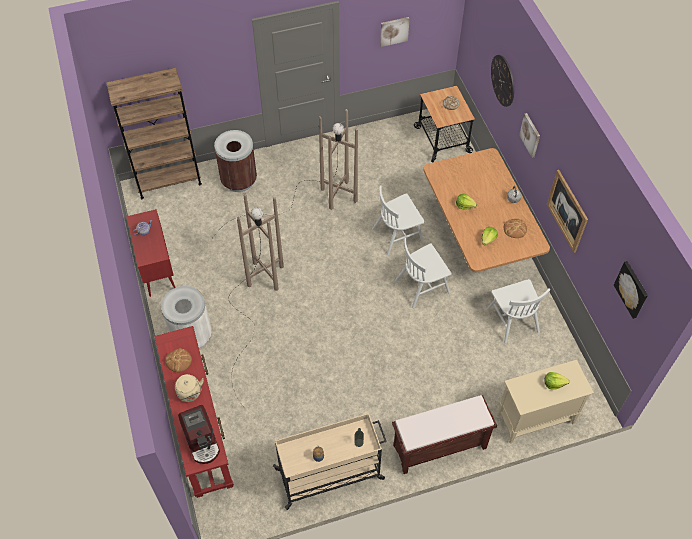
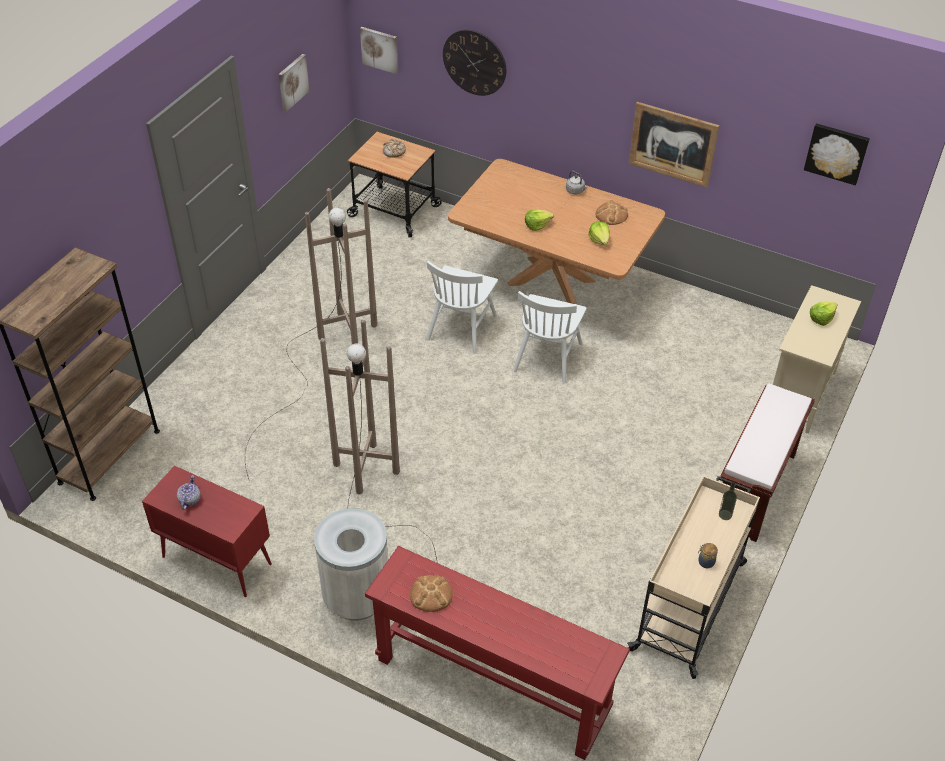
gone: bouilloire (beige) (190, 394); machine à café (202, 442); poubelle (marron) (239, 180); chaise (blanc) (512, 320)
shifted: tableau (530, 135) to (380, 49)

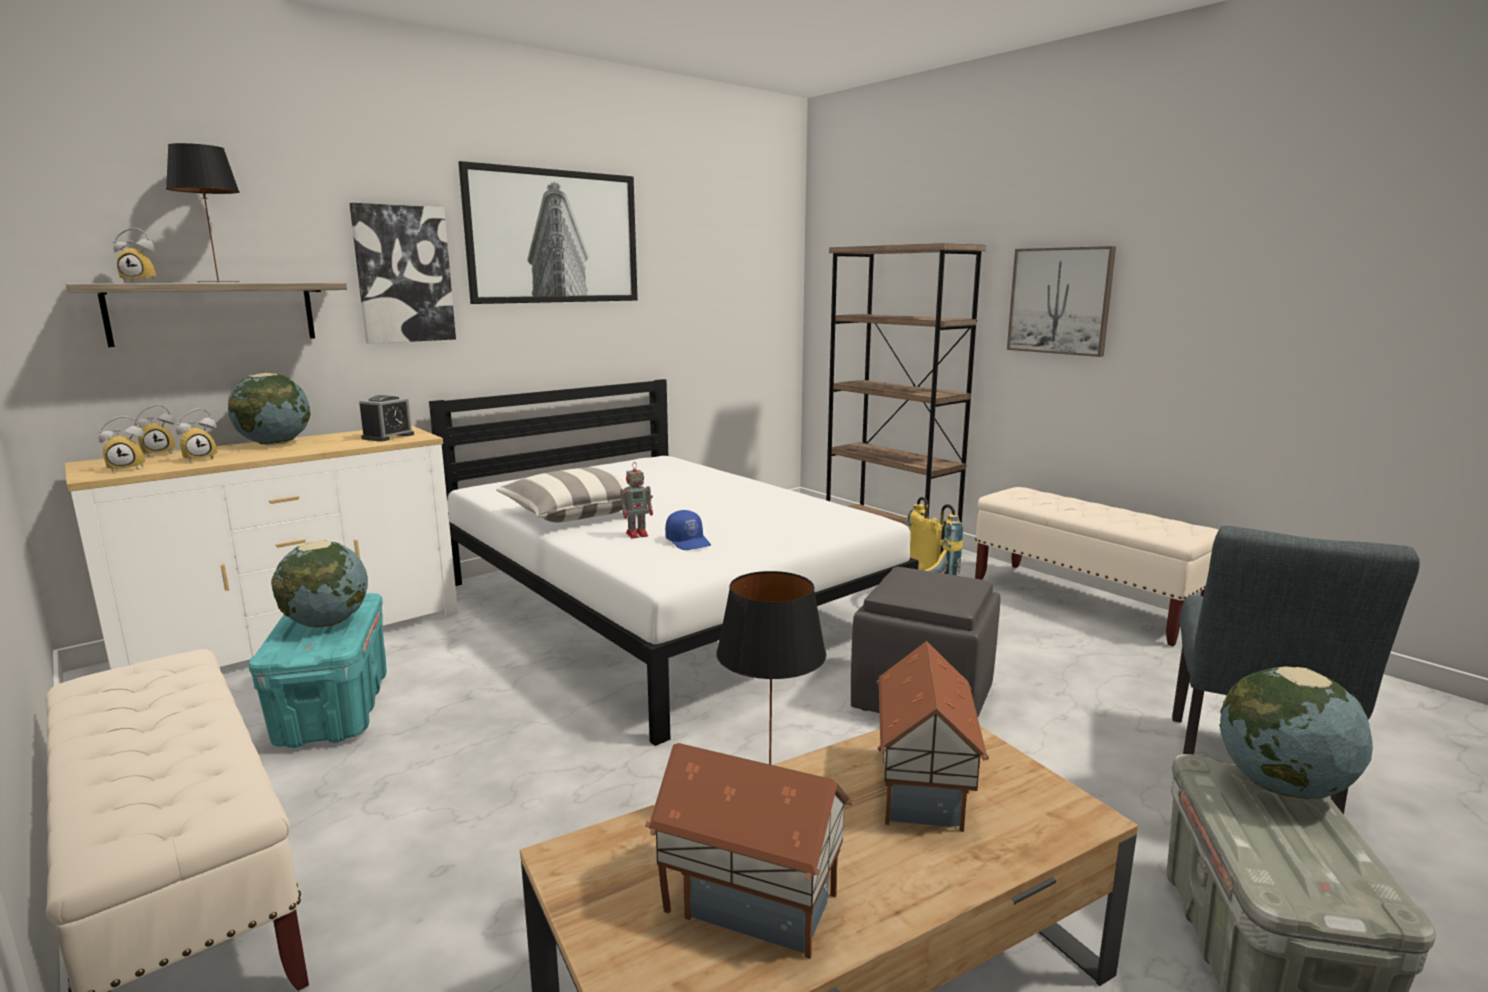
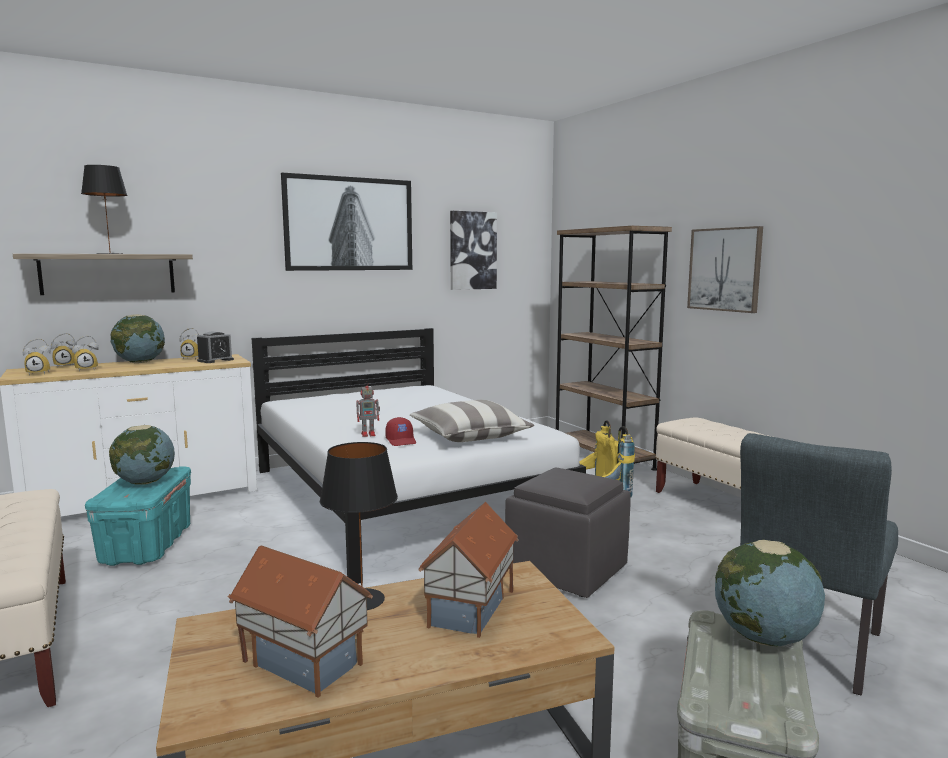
shifted: réveil (142, 282) to (192, 358); tableau (404, 274) to (472, 250); coussin (574, 514) to (469, 437)
repainted: casquette (bleu) (689, 542) to casquette (rouge) (401, 441)

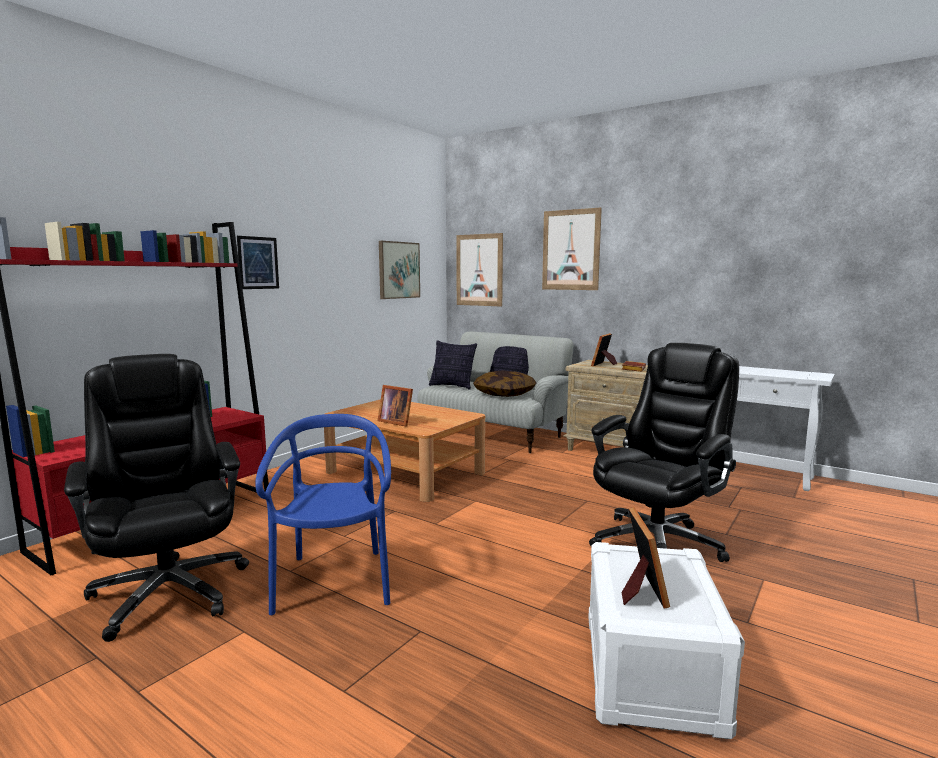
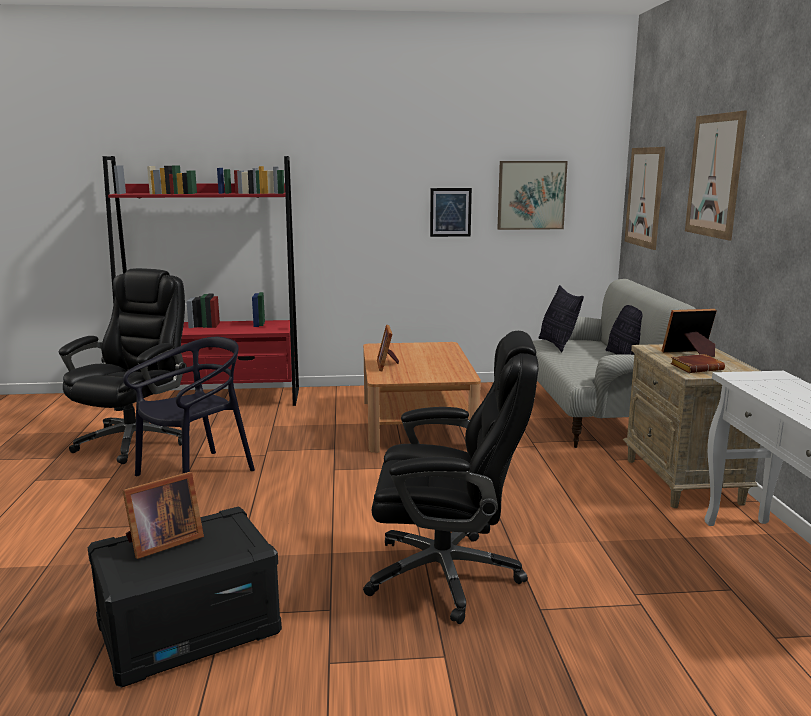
gone: coussin (504, 394)
shifted: tableau (258, 263) to (450, 212)
repainted: chaise (bleu) (334, 582) to chaise (noir) (196, 475); boîte de rangement (blanc) (649, 671) to boîte de rangement (noir) (189, 628)

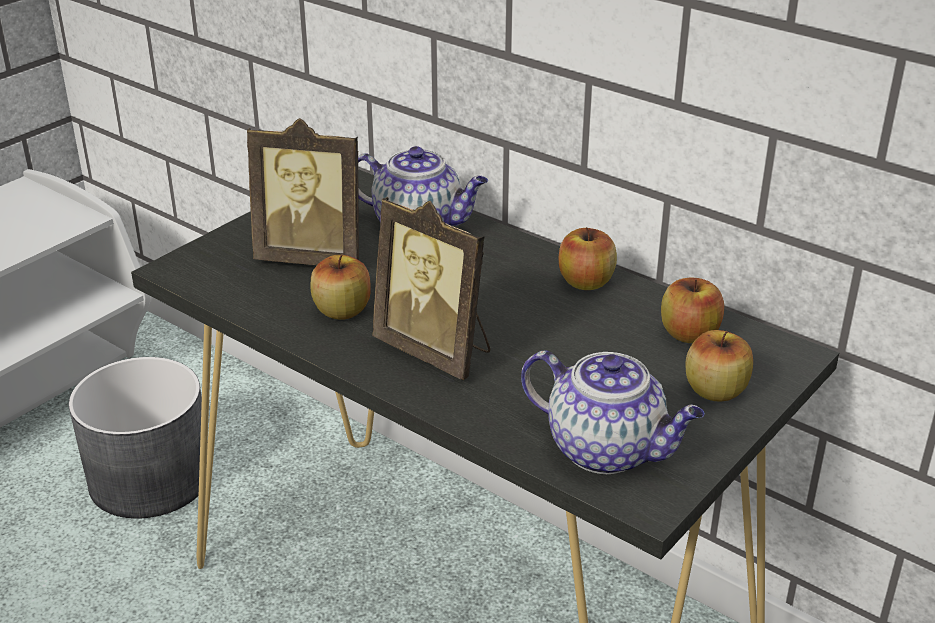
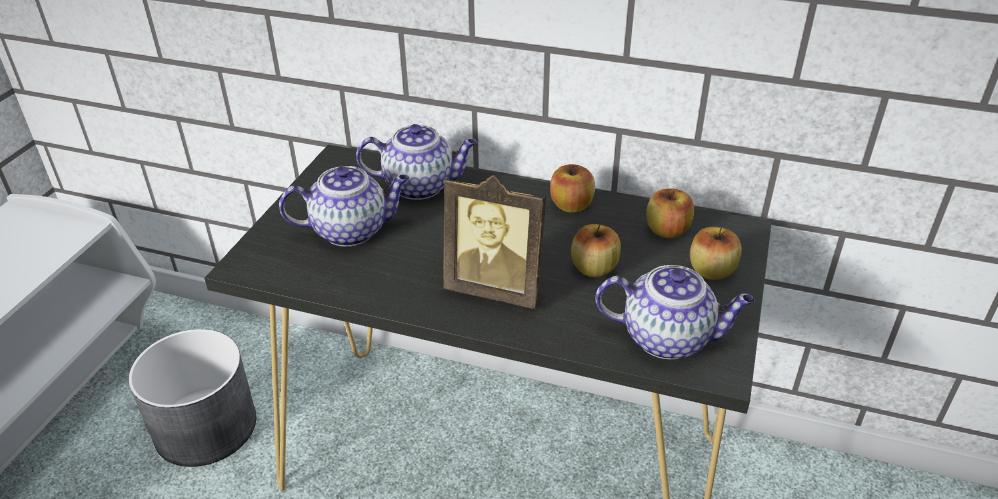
shifted: pomme (342, 310) to (594, 268)
swapped: cadre photo (313, 257) to théière (352, 230)

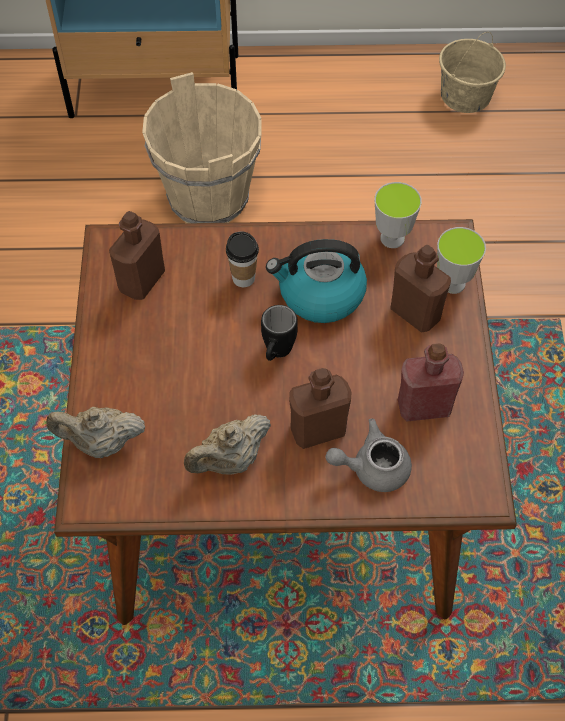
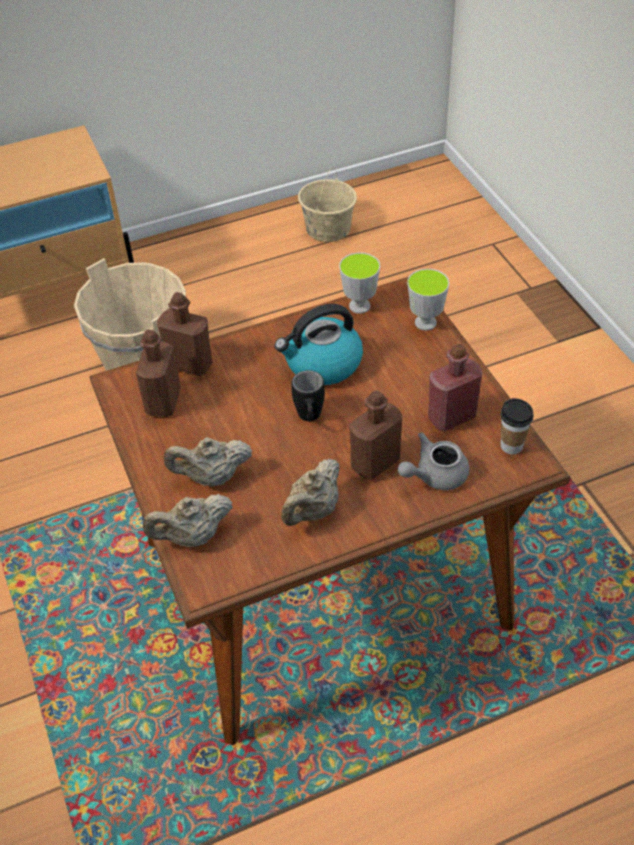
new: théière (beige) (211, 477)
shifted: tasse (243, 278) to (511, 446); bouteille (marron) (415, 313) to (189, 364)

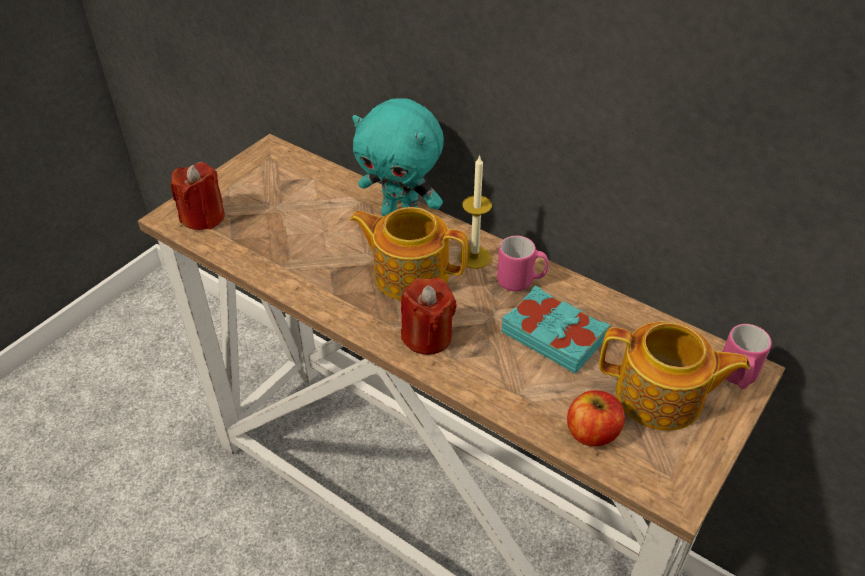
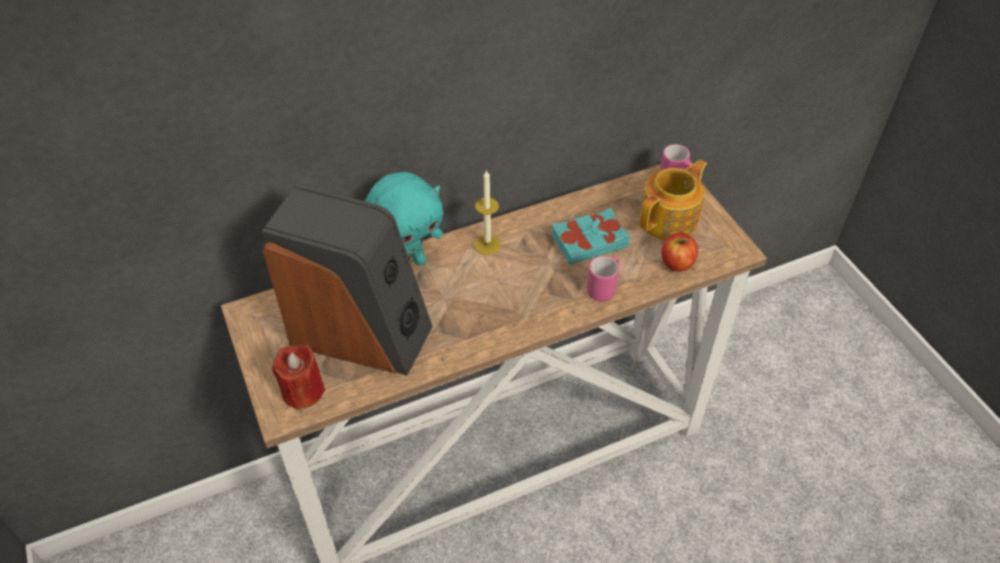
gone: théière (410, 274); bougie (rouge) (427, 336)
new: enceinte (361, 333)
shifted: mug (rose) (521, 281) to (604, 288)

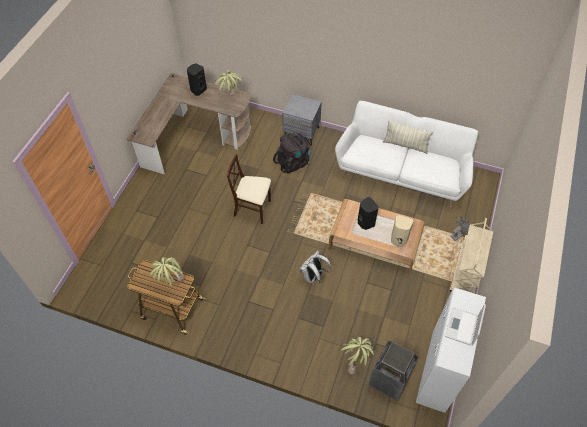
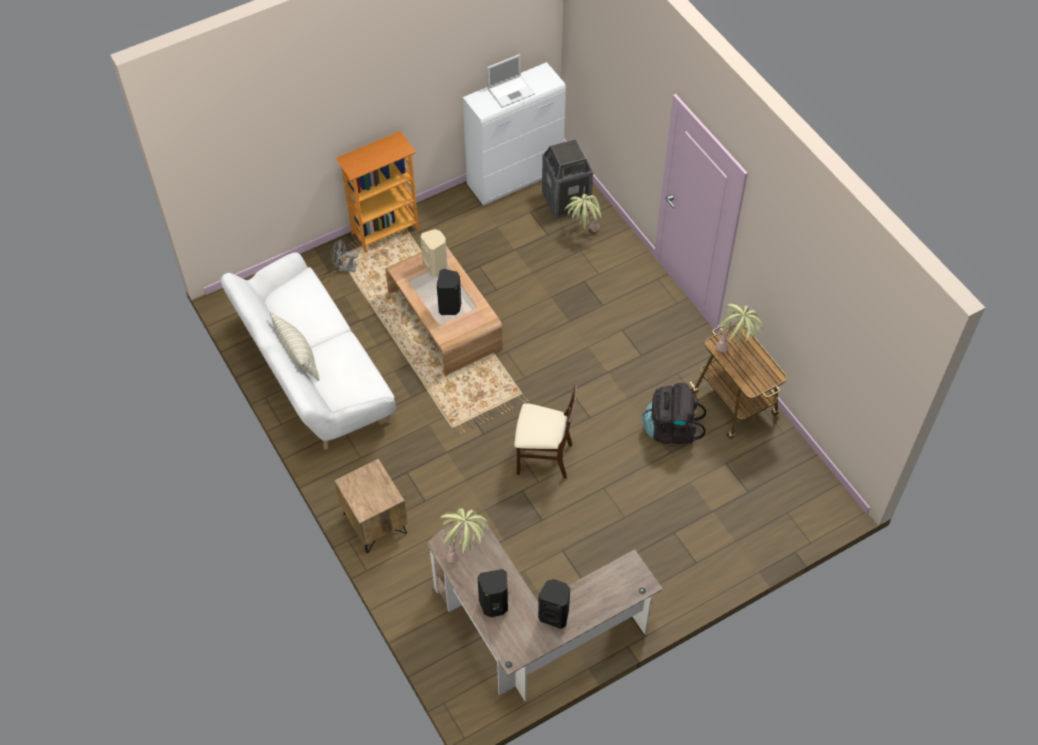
gone: sac à dos (blanc) (313, 277)
new: enceinte (noir) (554, 615)
shifted: sac à dos (noir) (293, 162) to (671, 429)
swapped: chariot (beige) (466, 272) to bibliothèque (385, 230)
repainted: table de chevet (gris) (301, 133) to table de chevet (marron) (374, 523)
rotated: chaise (beige) (252, 209) = (543, 457) 45 degrees counterclockwise

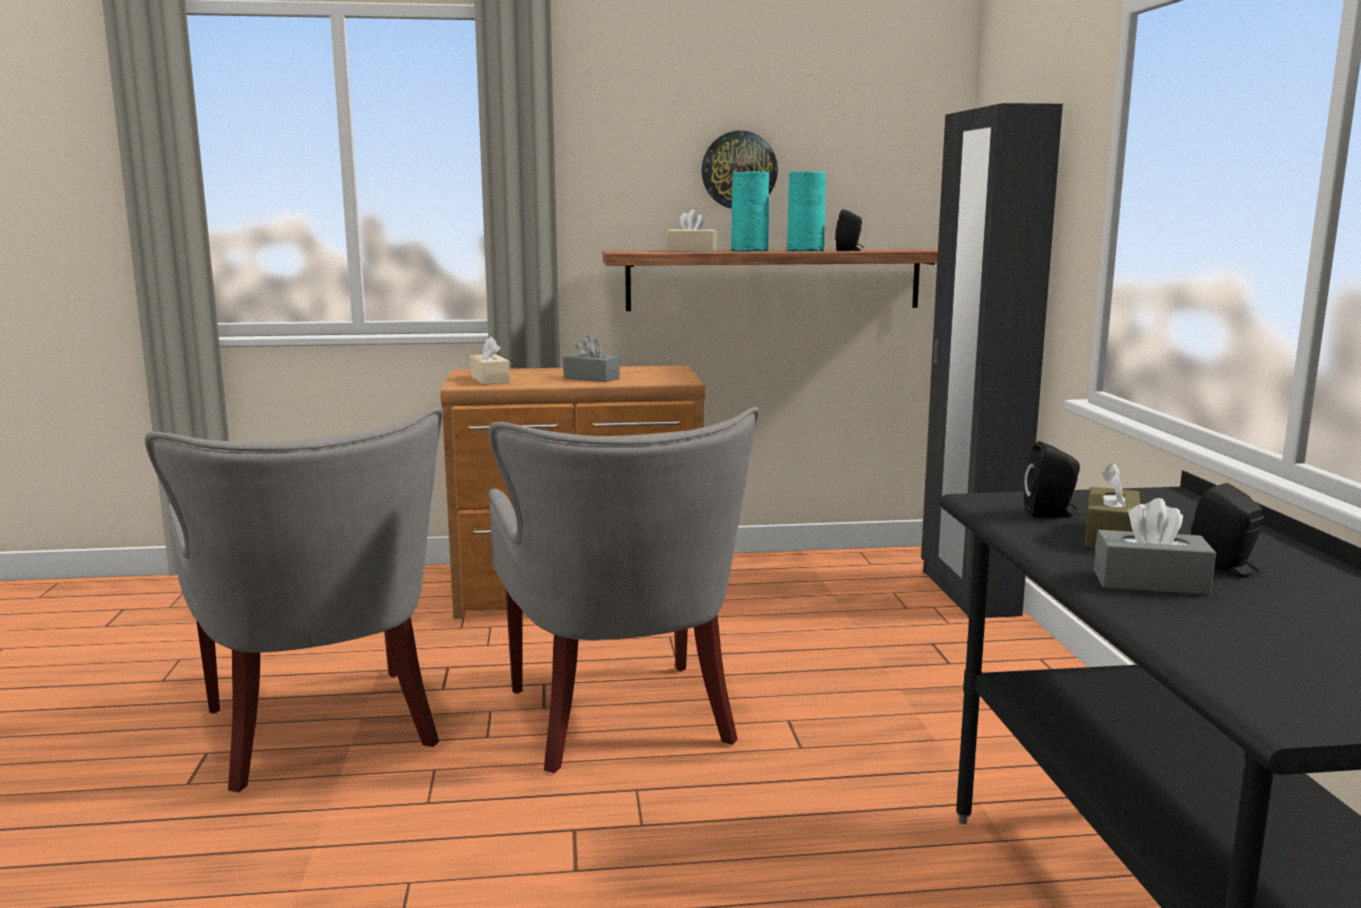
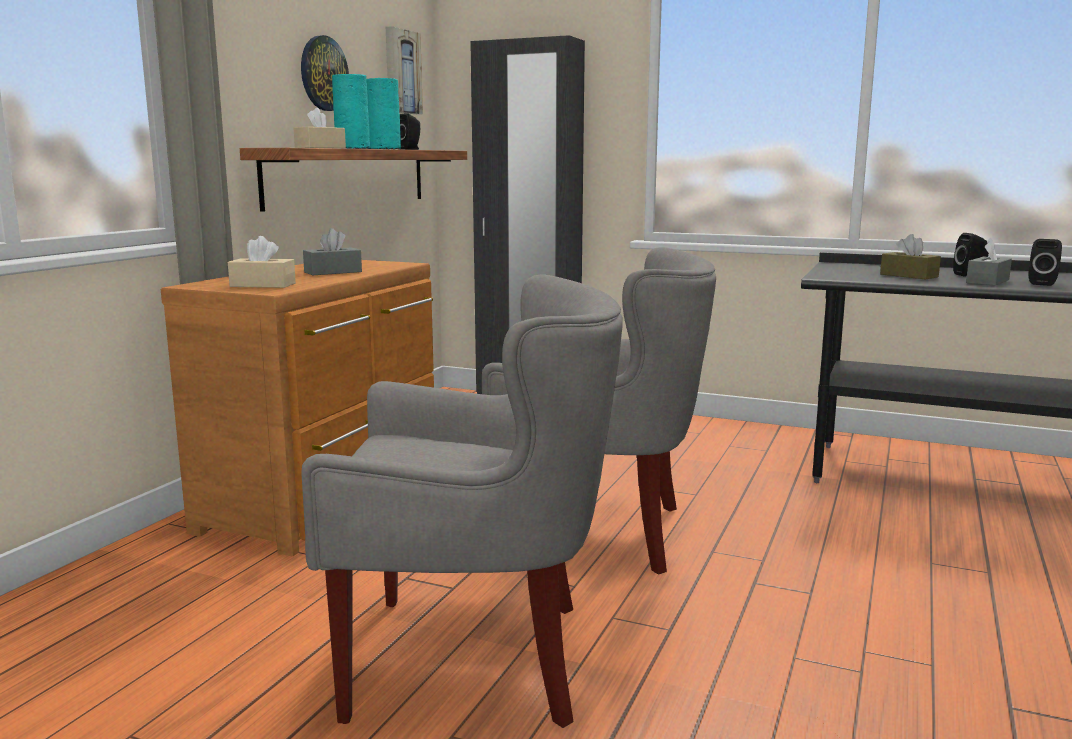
new: tableau (401, 72)
shifted: enceinte (noir) (1051, 514) to (1042, 283)

